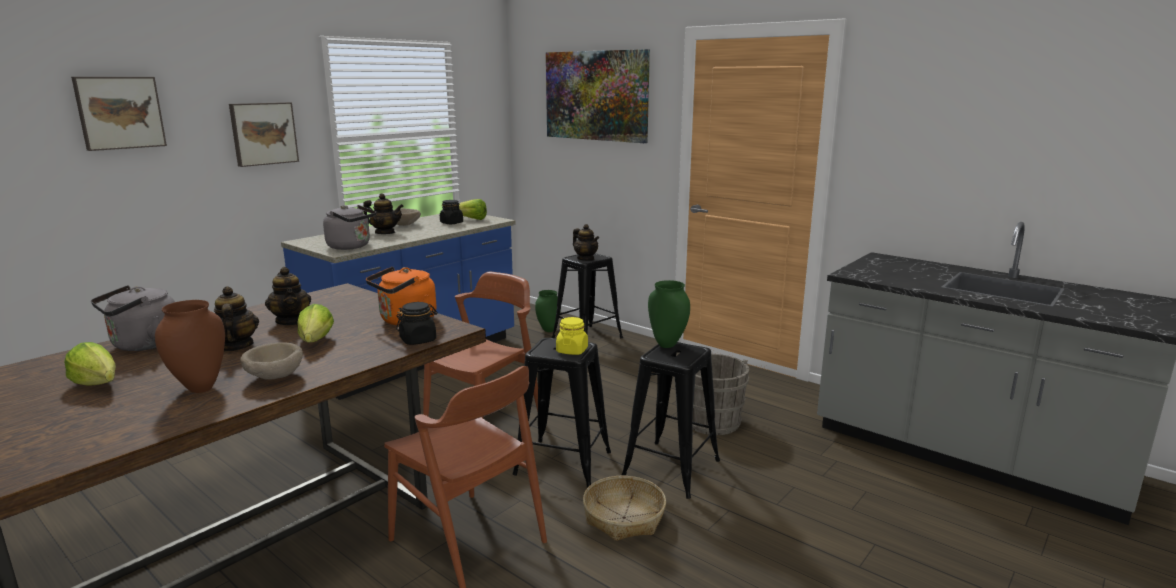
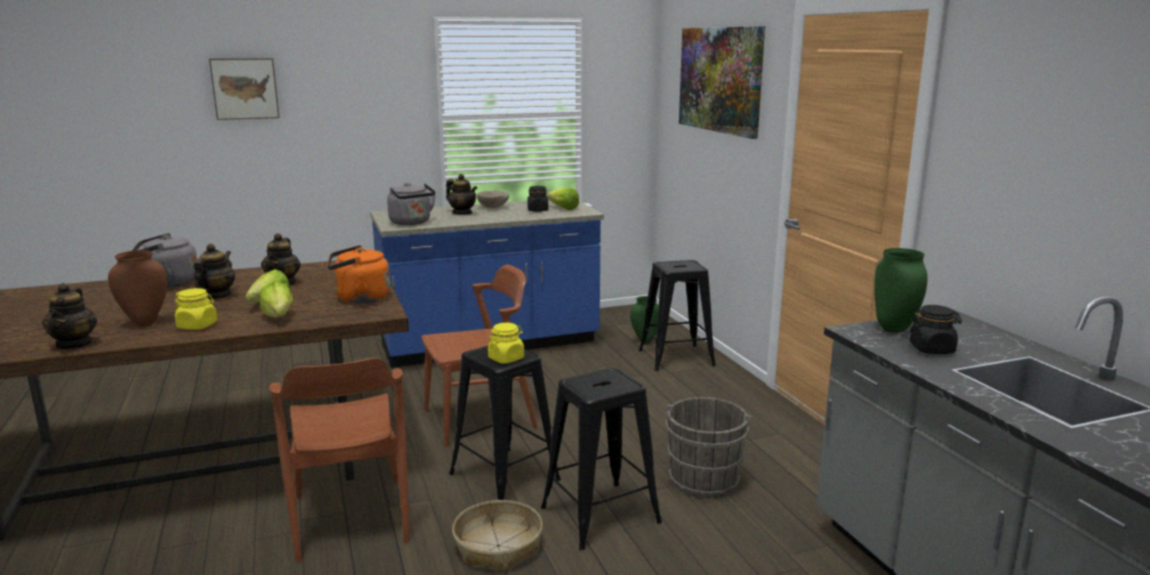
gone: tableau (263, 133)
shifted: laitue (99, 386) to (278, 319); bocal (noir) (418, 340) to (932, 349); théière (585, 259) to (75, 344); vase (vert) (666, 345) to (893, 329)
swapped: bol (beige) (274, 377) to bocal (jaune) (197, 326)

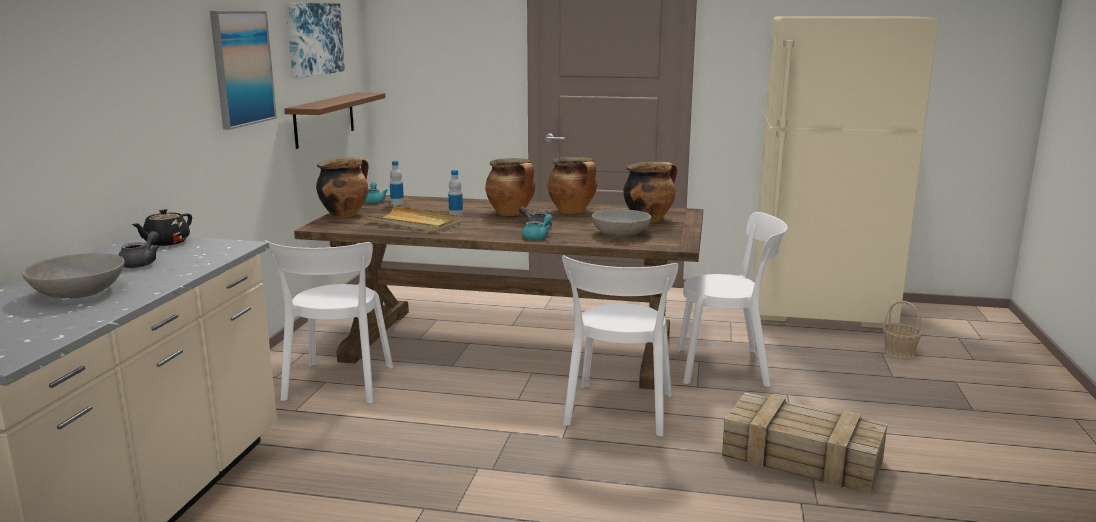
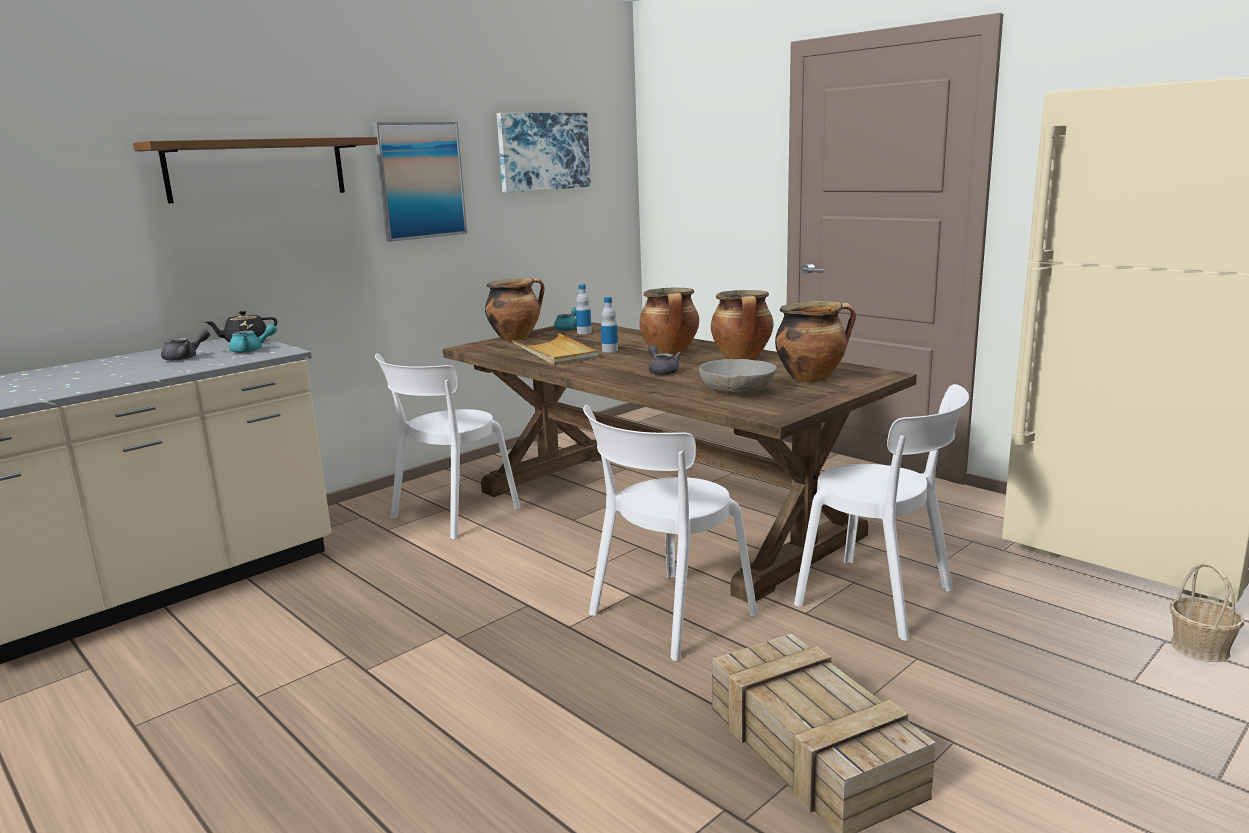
gone: bol (gris) (78, 293)
shifted: étagère (marron) (324, 119) to (257, 169); théière (turquoise) (538, 237) to (251, 350)

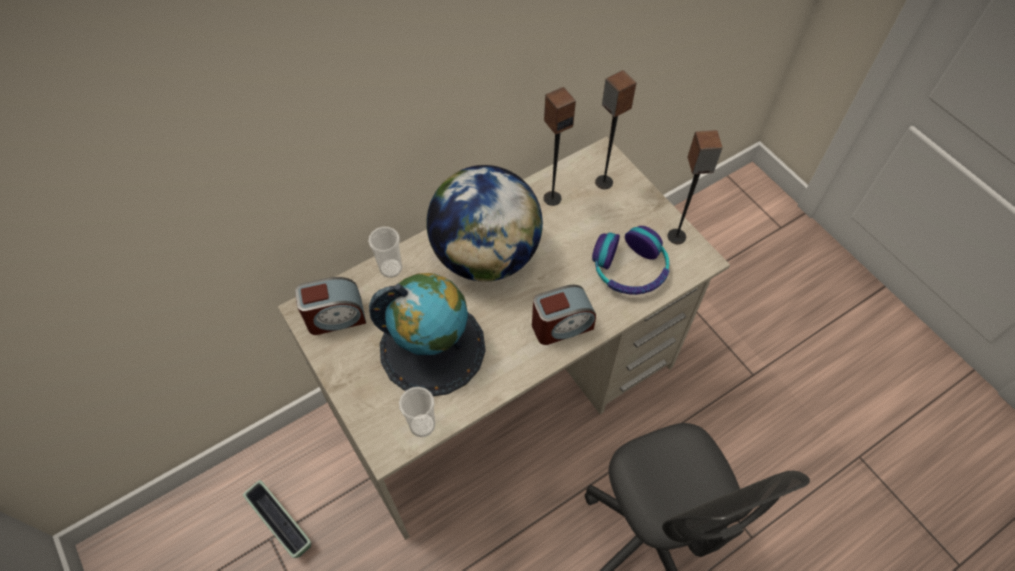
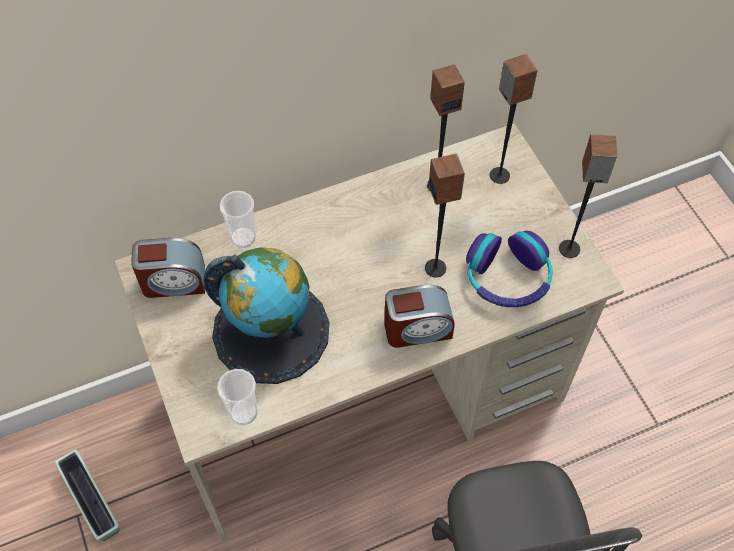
gone: globe (486, 255)
new: enceinte (436, 268)

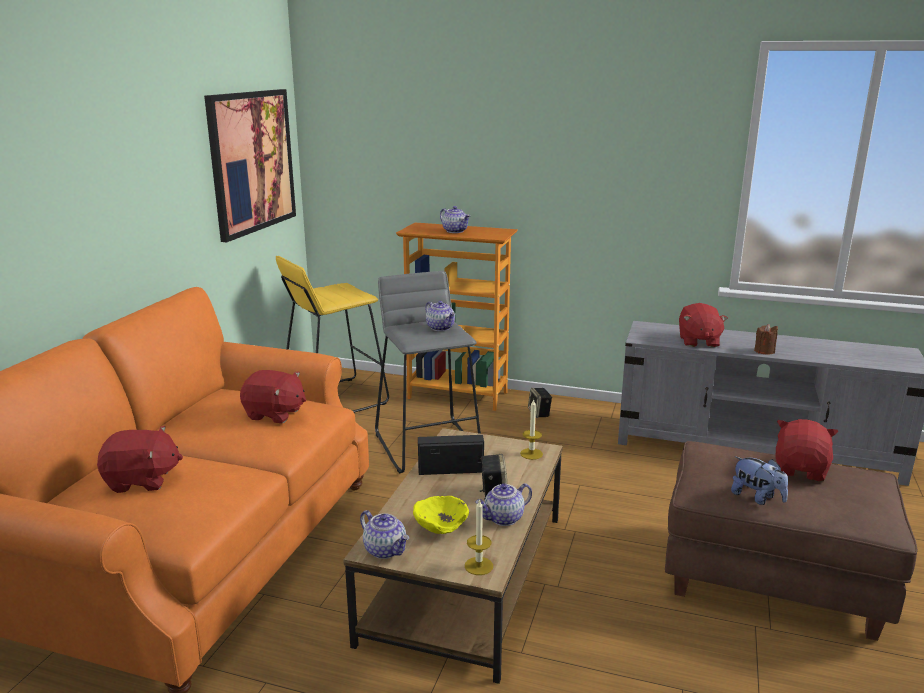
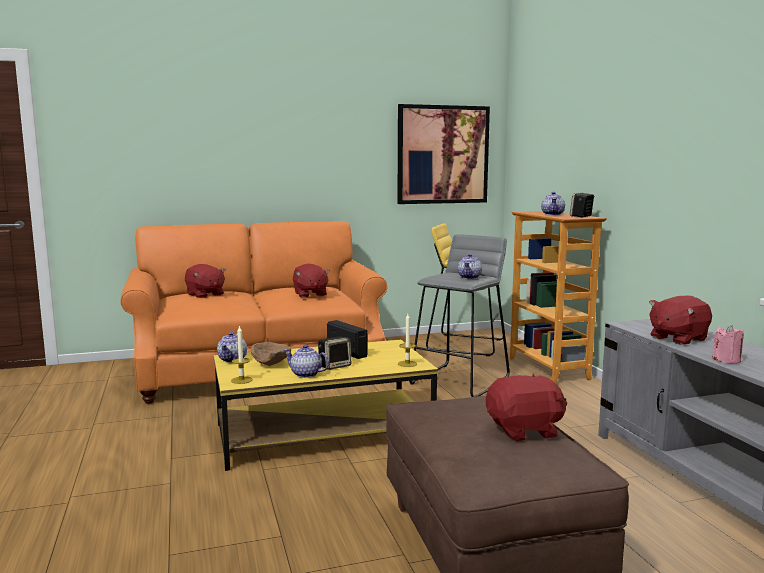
gone: peluche (757, 498)
shifted: enceinte (539, 413) to (581, 216)
repainted: table basse (marron) (466, 575) to table basse (jaune) (324, 432); bol (jaune) (440, 528) to bol (marron) (272, 364); bougie (marron) (764, 351) to bougie (rose) (726, 360)

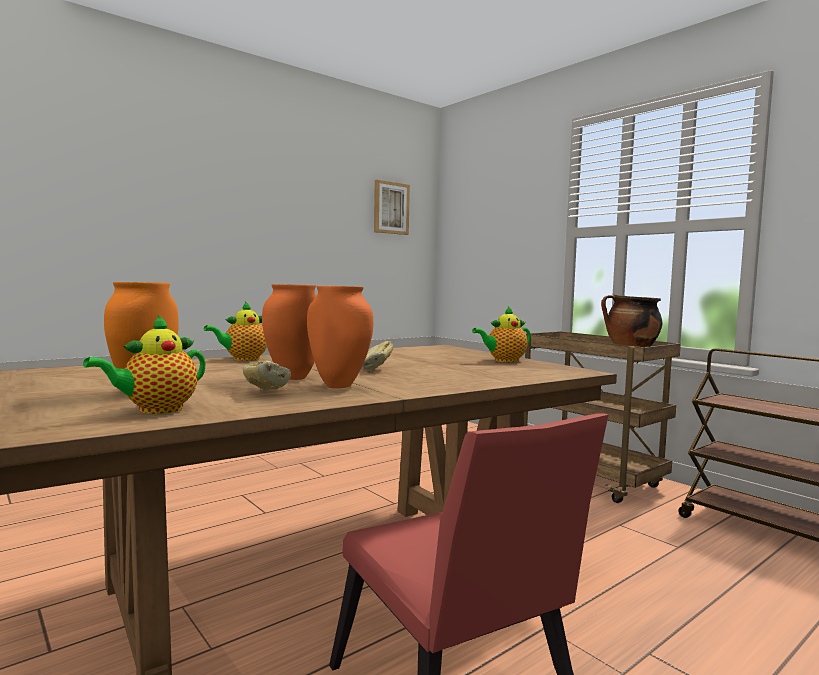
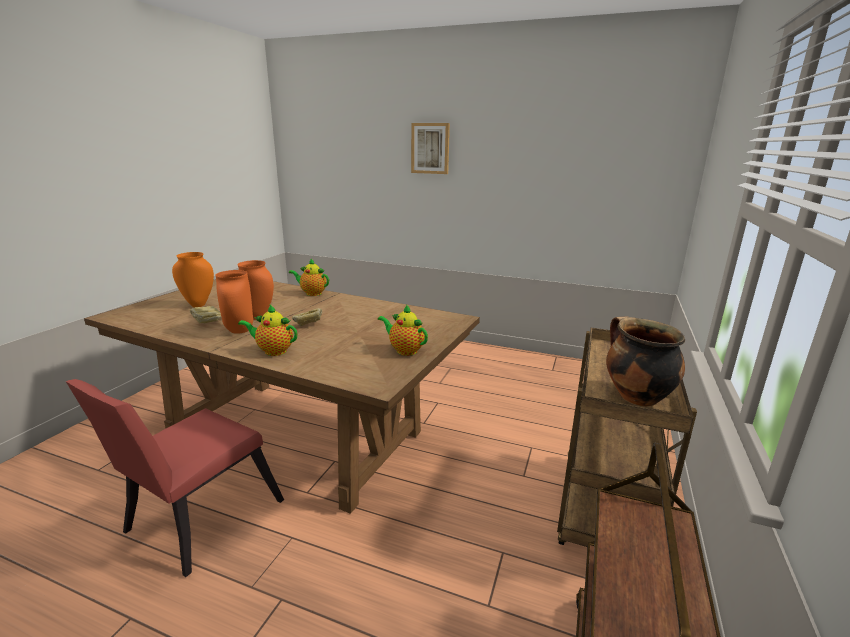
shifted: théière (156, 410) to (273, 351); tableau (390, 208) to (430, 148)

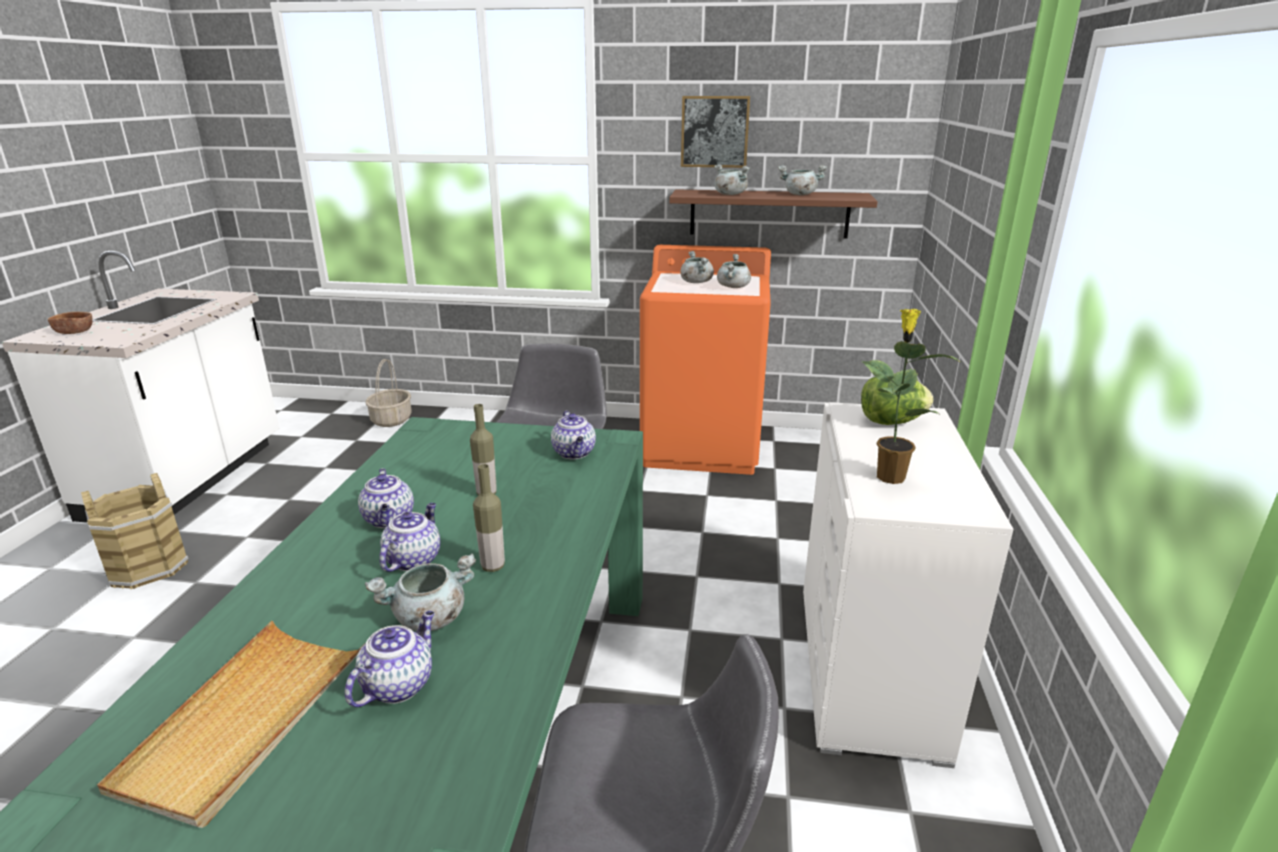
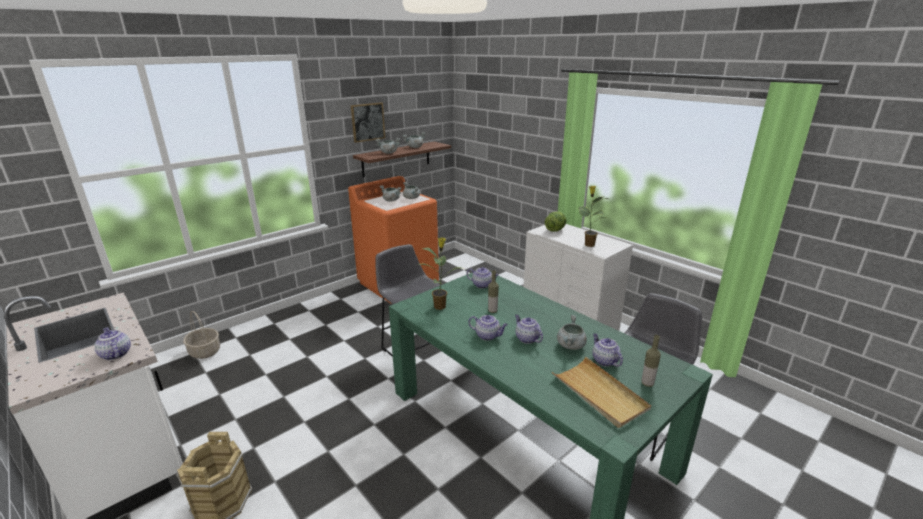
gone: bol (marron) (74, 332)
new: théière (115, 354); plante en pot (440, 306)
shifted: bouteille (493, 566) to (647, 383)

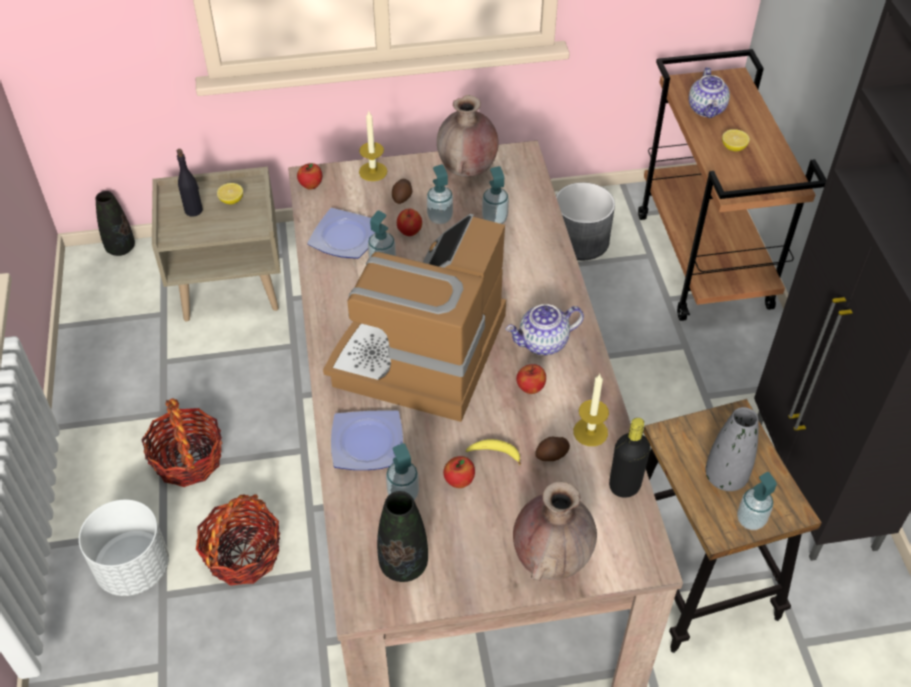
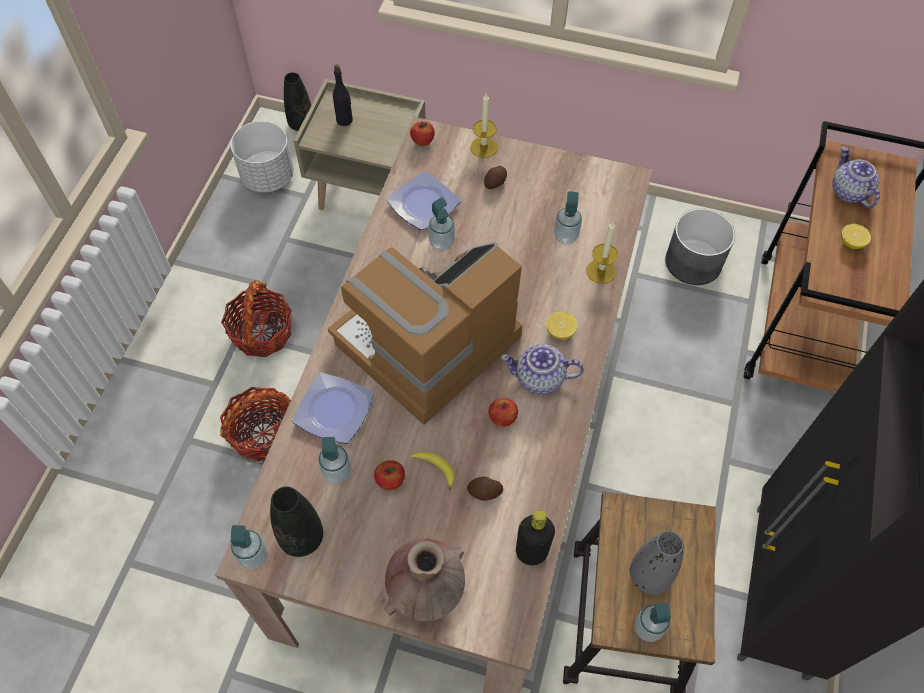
gone: pomme (409, 232); vase (marron) (467, 171)
shifted: cache-pot (blanc) (134, 567) to (268, 176); citron (231, 200) to (560, 332); distributeur de savon (440, 217) to (253, 556); bougie (590, 432) to (601, 271)
rotated: théière (707, 109) = (848, 191) 135 degrees clockwise

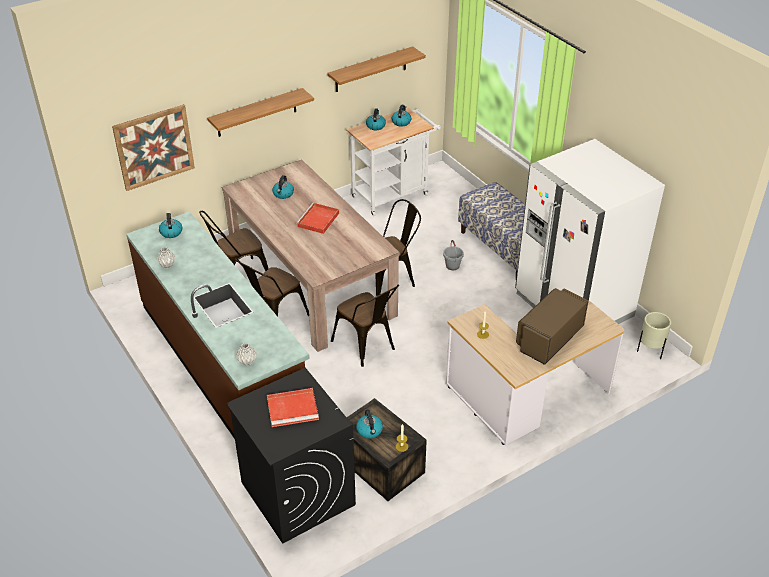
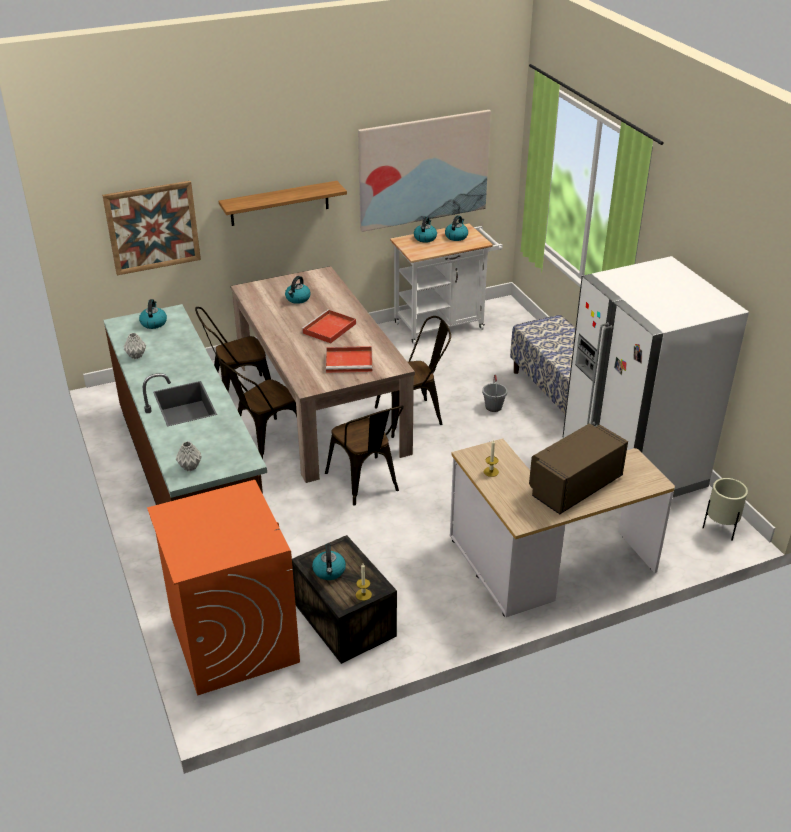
shifted: plateau (rouge) (293, 408) to (350, 361)
swapped: étagère (371, 69) to tableau (423, 170)
repainted: lave-linge (noir) (297, 493) to lave-linge (orange) (233, 639)

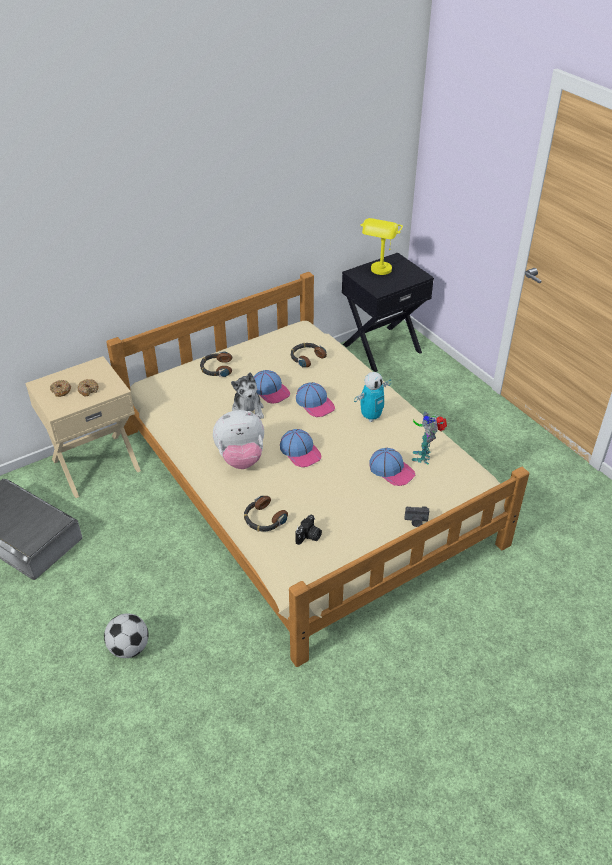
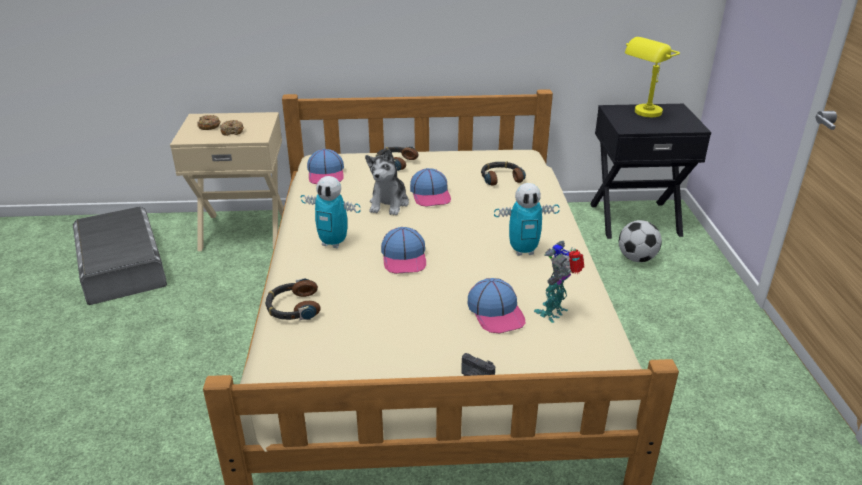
gone: appareil photo (309, 537)
shifted: ballon de foot (130, 648) to (637, 259); casquette (315, 404) to (326, 174)
swapped: peluche (241, 458) to robot jouet (333, 243)

